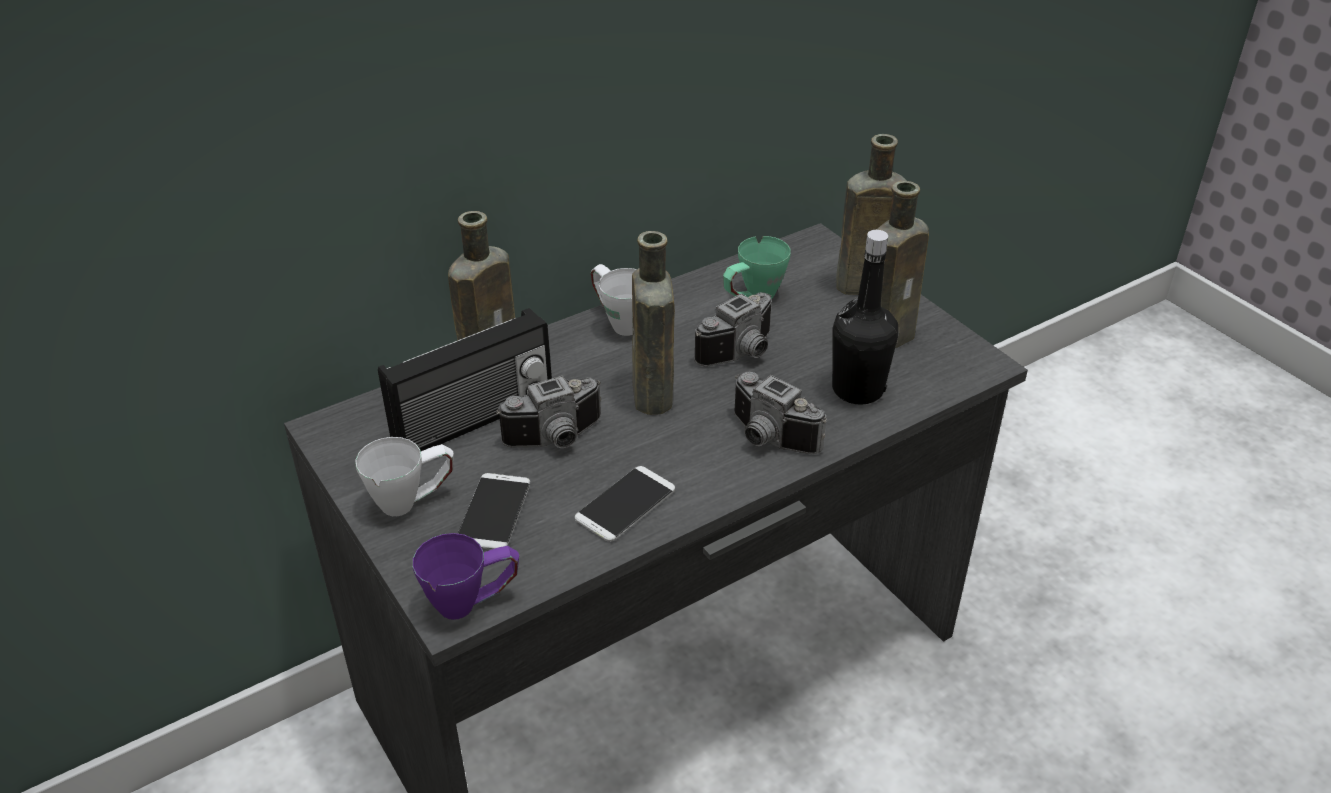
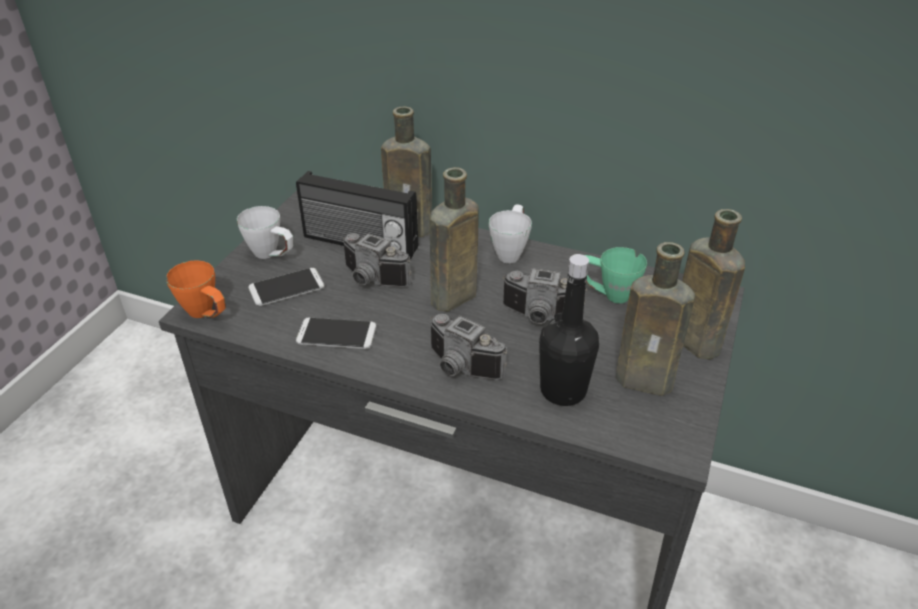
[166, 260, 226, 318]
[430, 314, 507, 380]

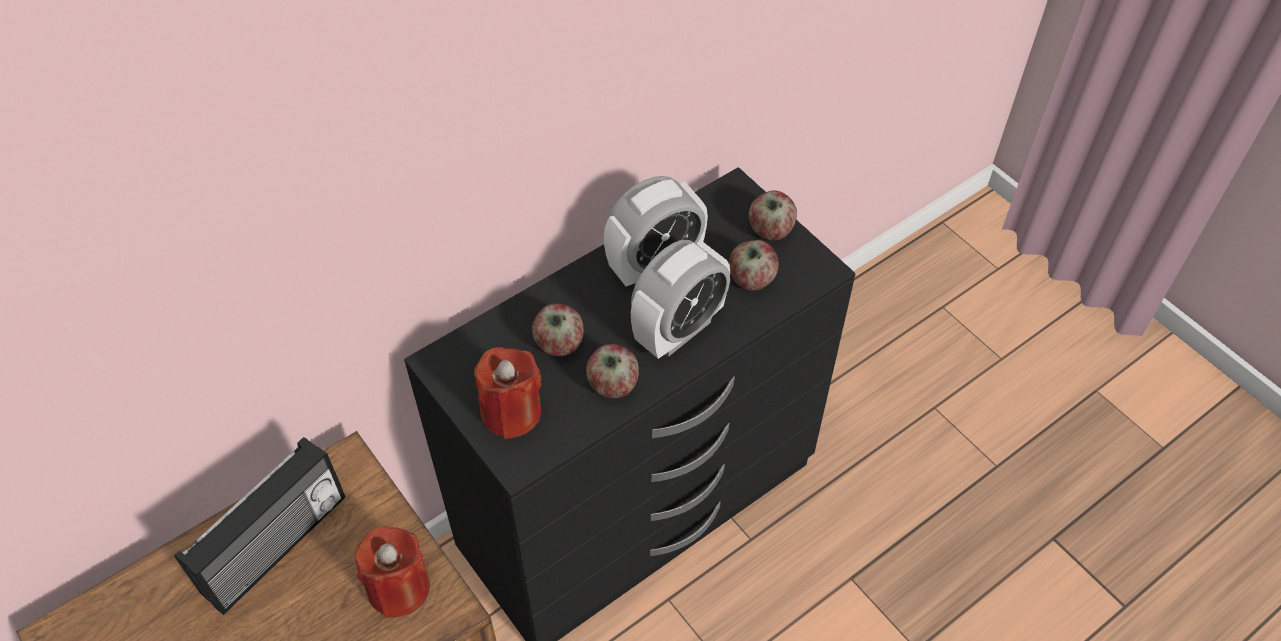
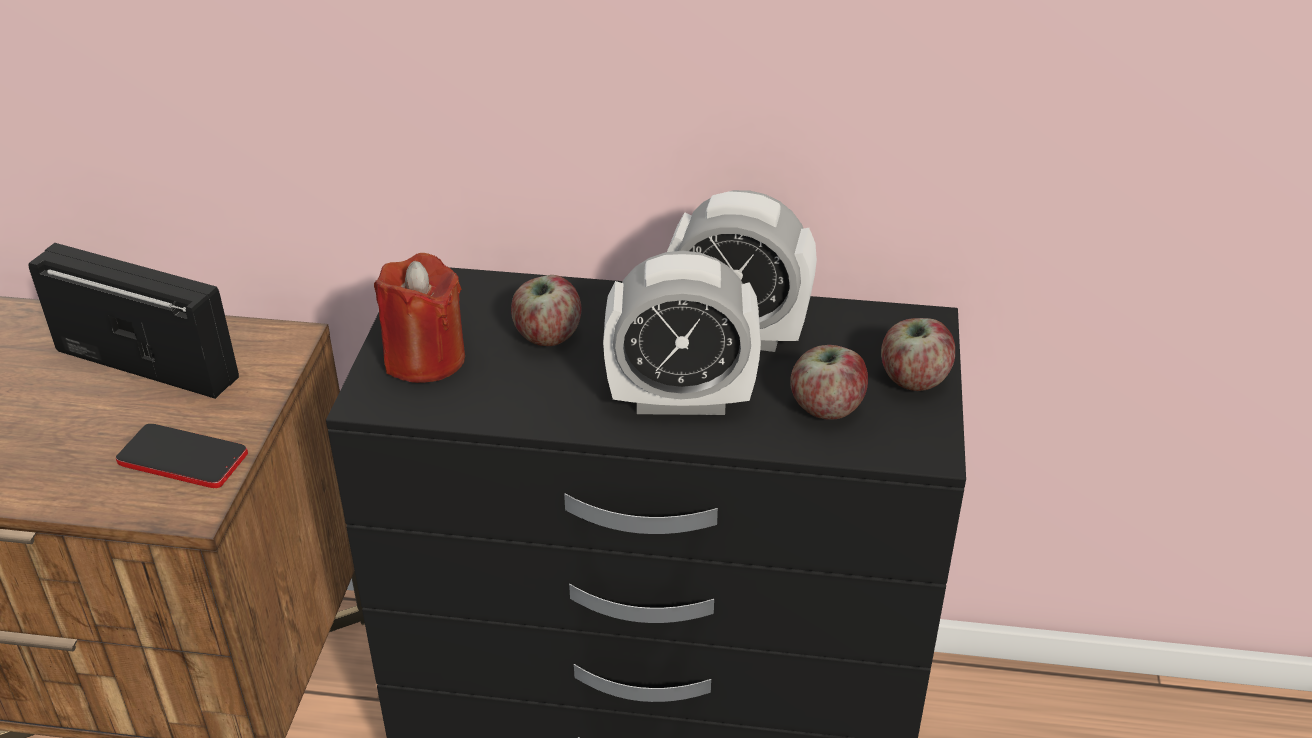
[28, 243, 239, 399]
[116, 424, 248, 488]
[586, 344, 639, 398] (first image)

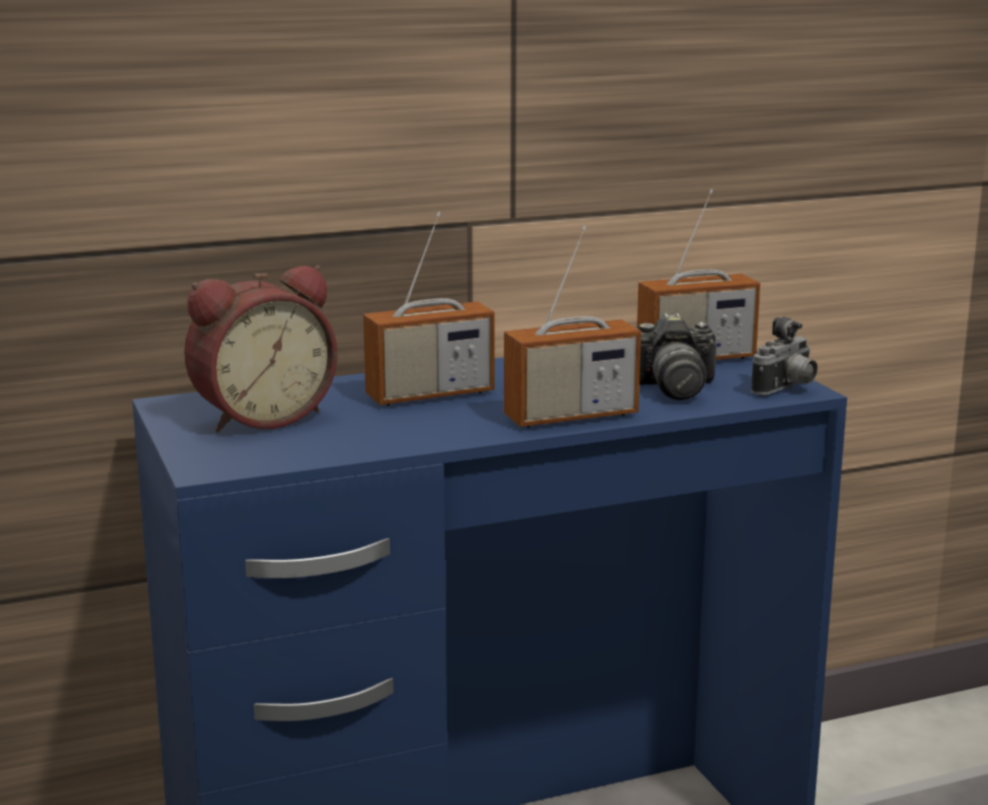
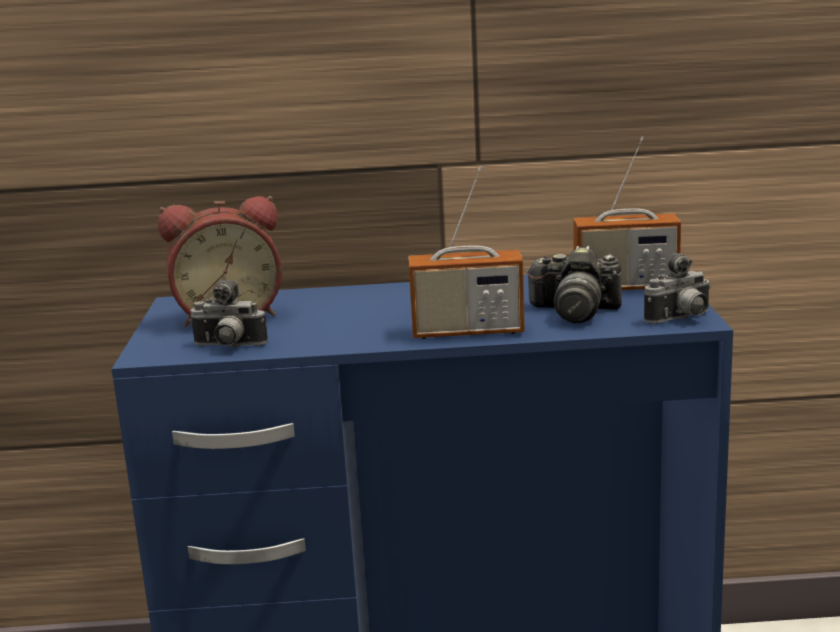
[189, 280, 268, 347]
[363, 211, 494, 406] (first image)

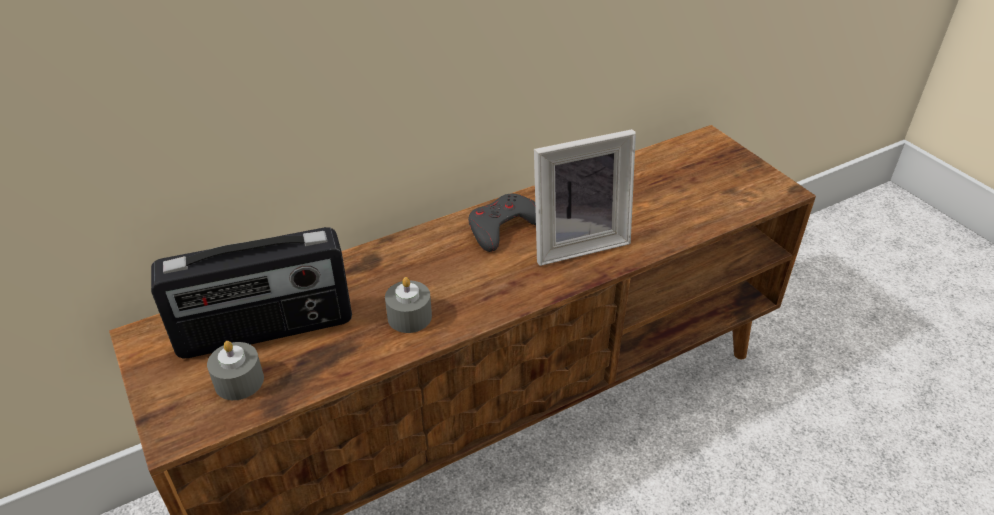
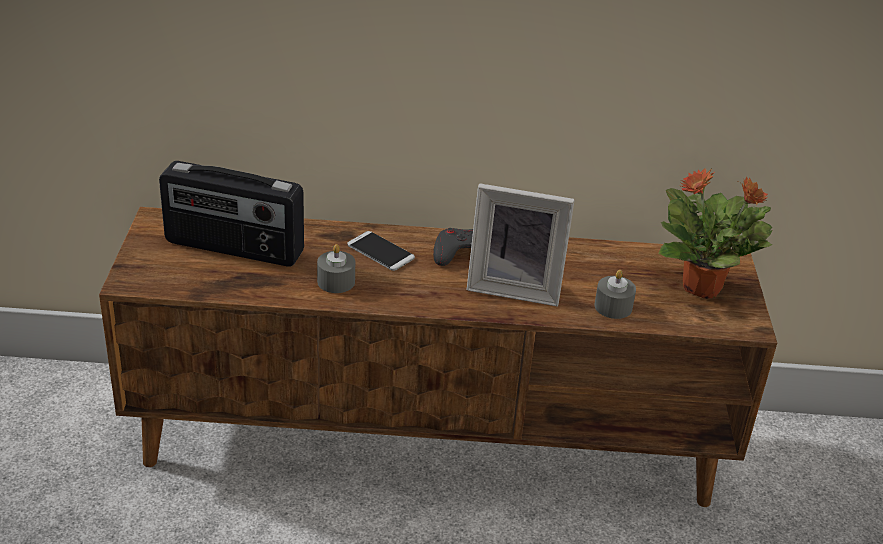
[347, 231, 415, 271]
[594, 270, 636, 319]
[658, 168, 772, 299]

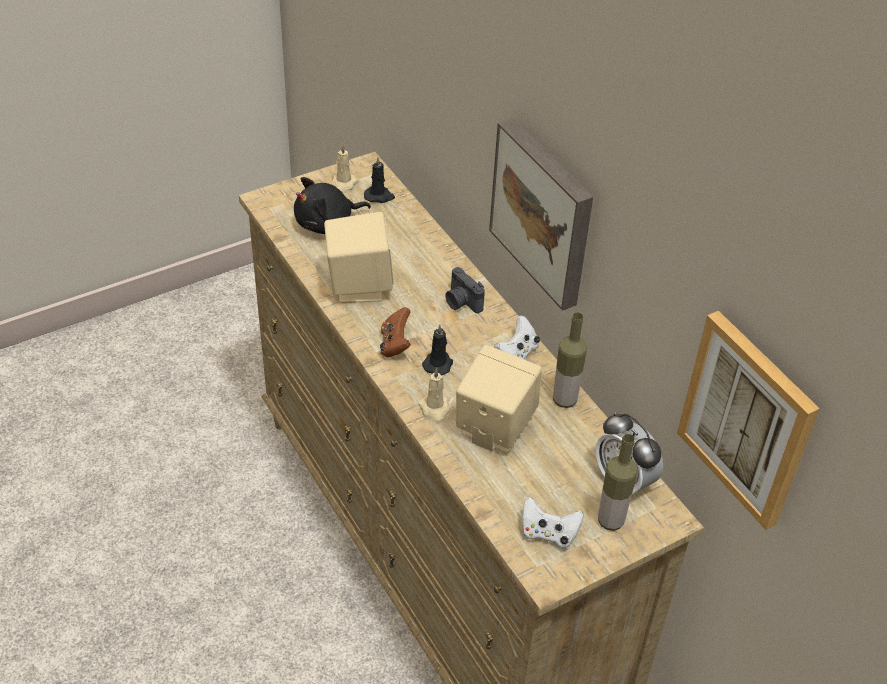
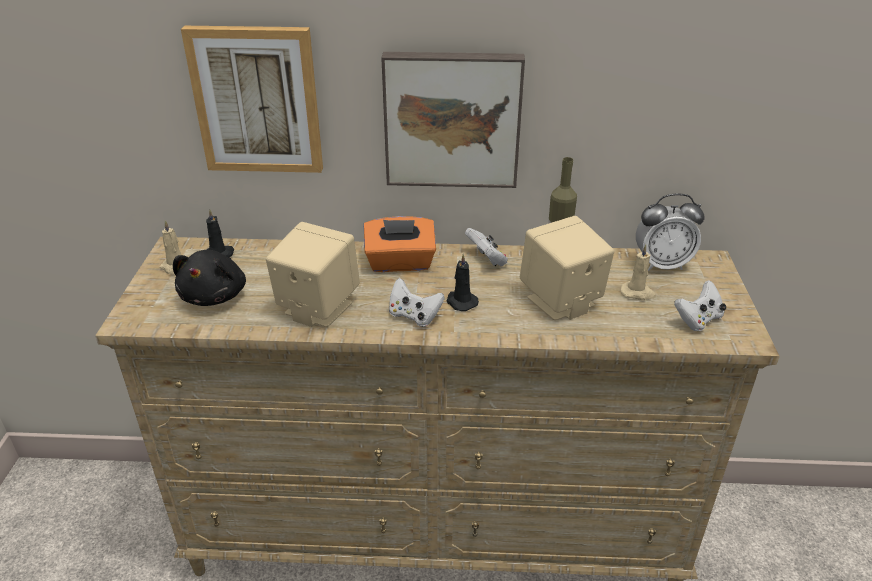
[181, 26, 323, 173]
[364, 216, 436, 272]
[389, 278, 445, 327]
[620, 244, 656, 300]
[598, 434, 637, 531] (first image)

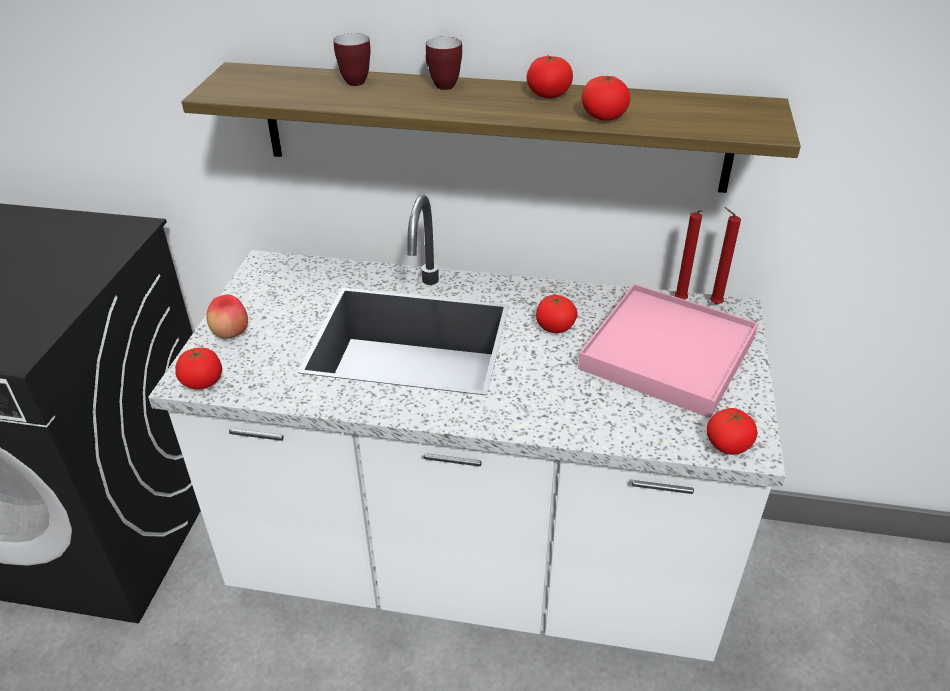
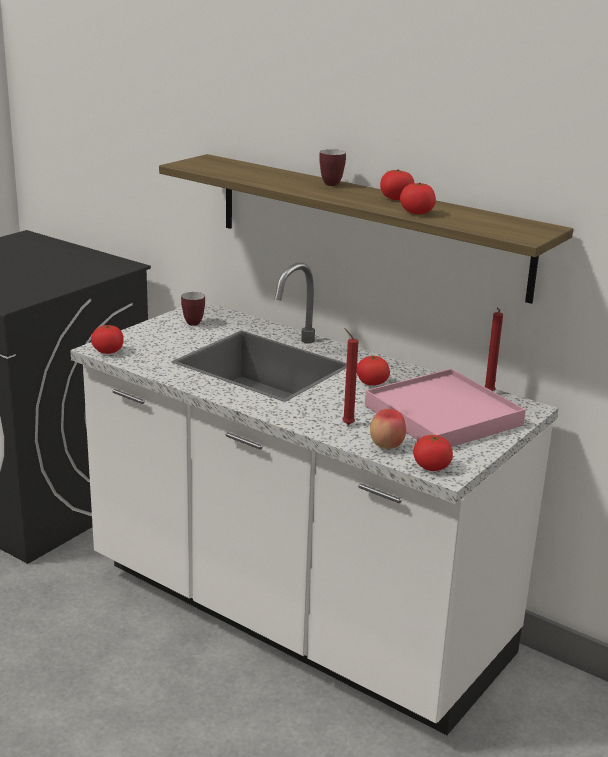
[181, 292, 205, 326]
[342, 328, 359, 425]
[370, 409, 406, 449]

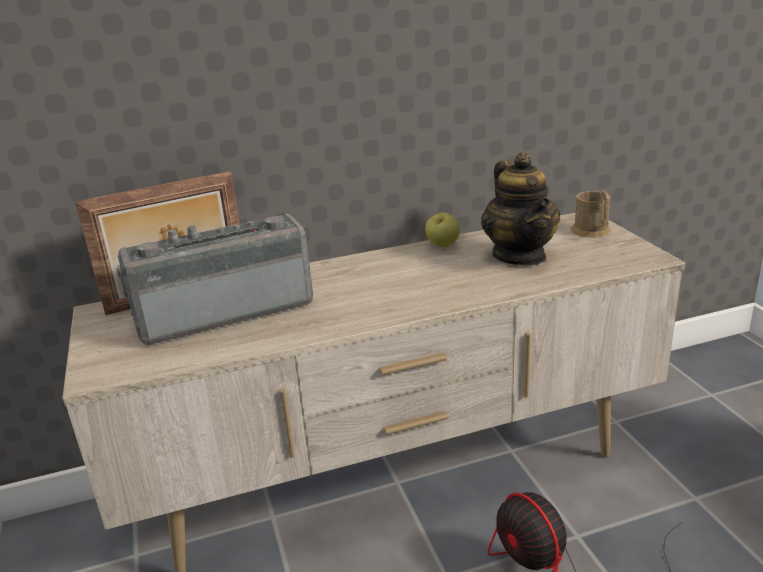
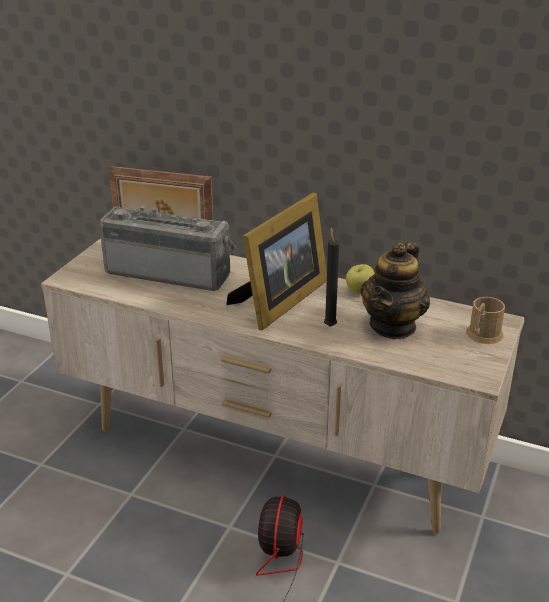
[227, 193, 327, 330]
[324, 227, 339, 327]

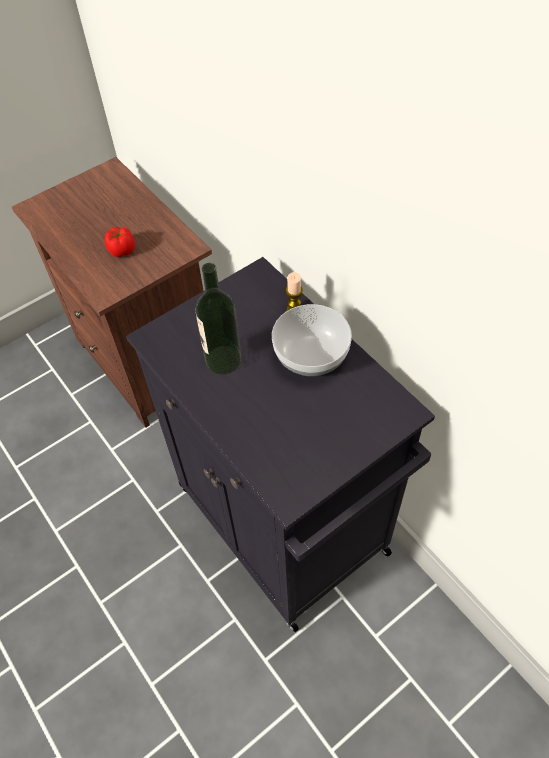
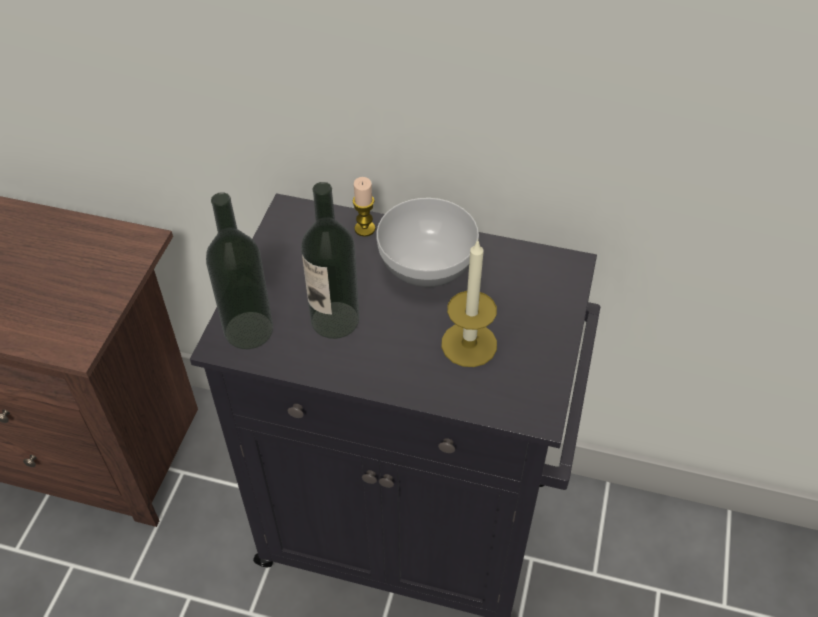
[206, 192, 274, 349]
[441, 240, 497, 367]
[105, 227, 135, 257] (first image)

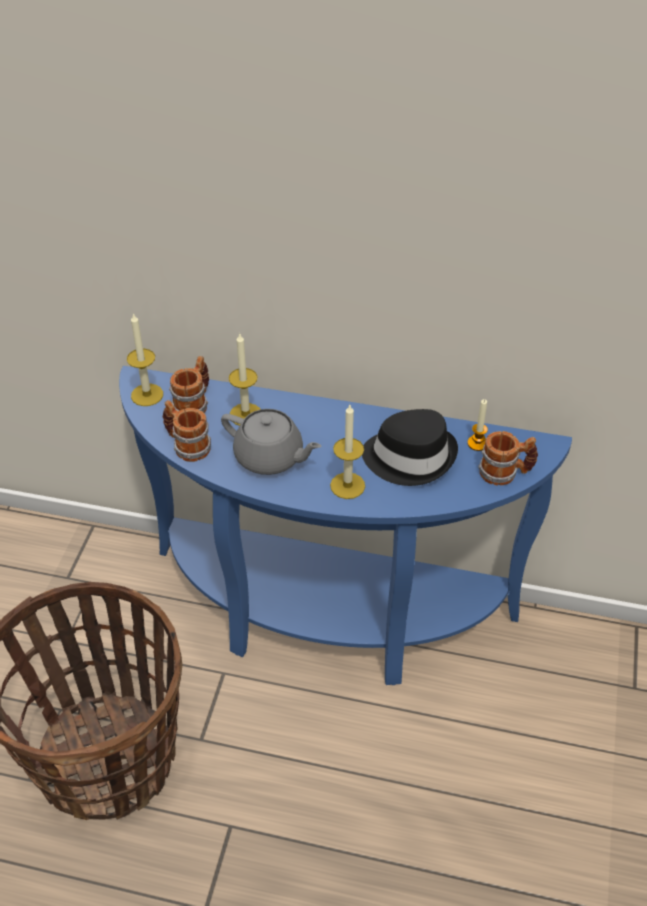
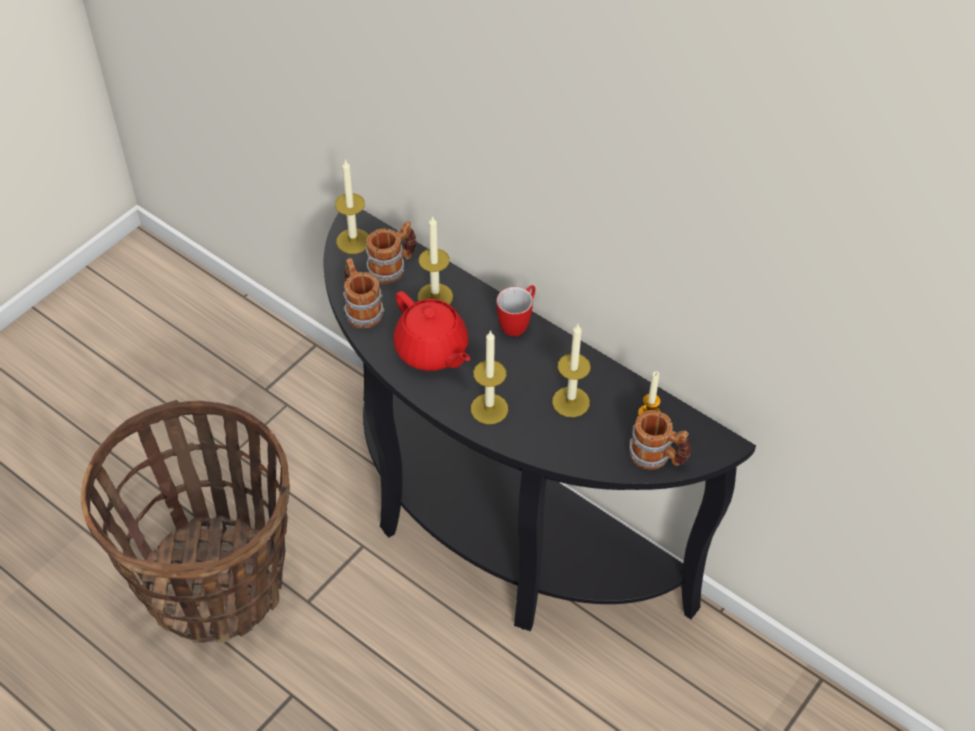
[324, 210, 756, 631]
[393, 291, 470, 371]
[497, 285, 536, 336]
[552, 324, 591, 417]

